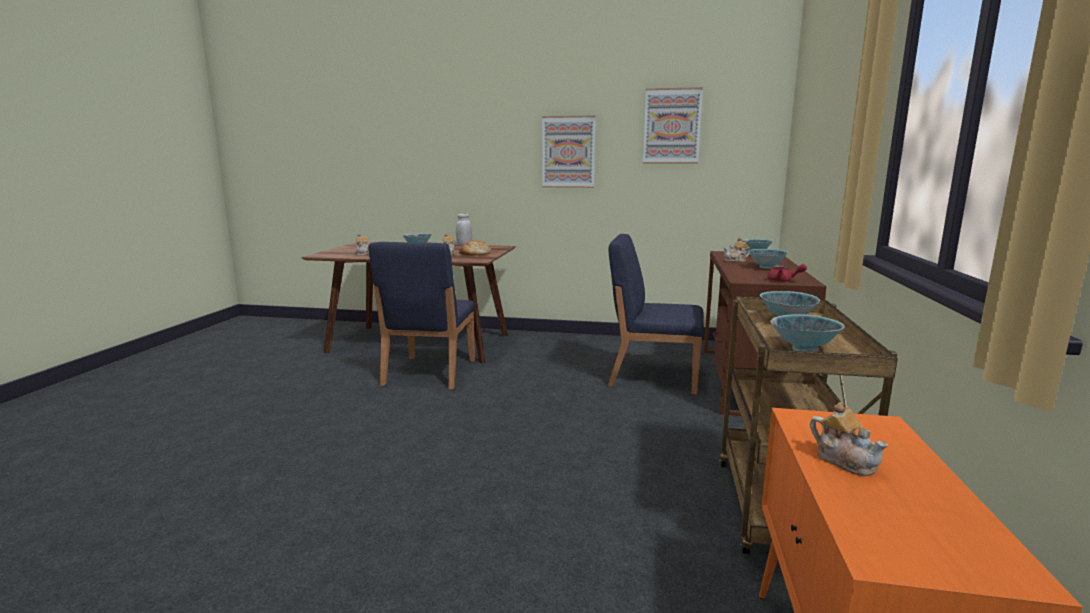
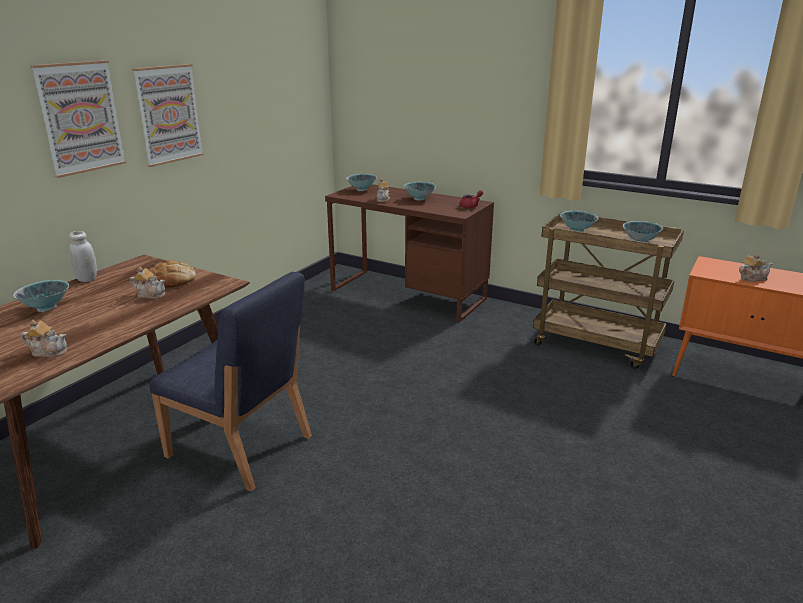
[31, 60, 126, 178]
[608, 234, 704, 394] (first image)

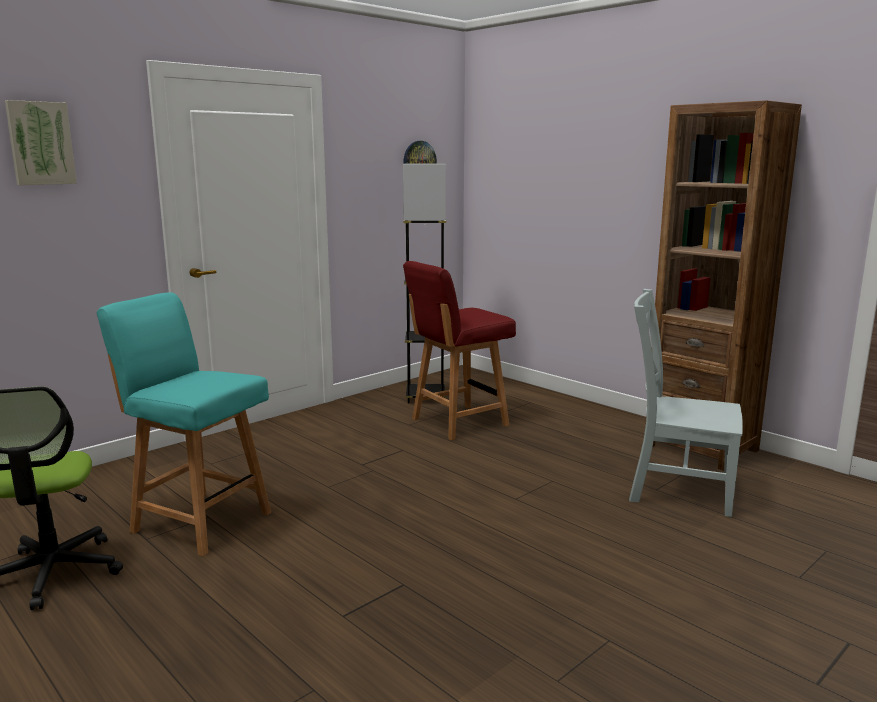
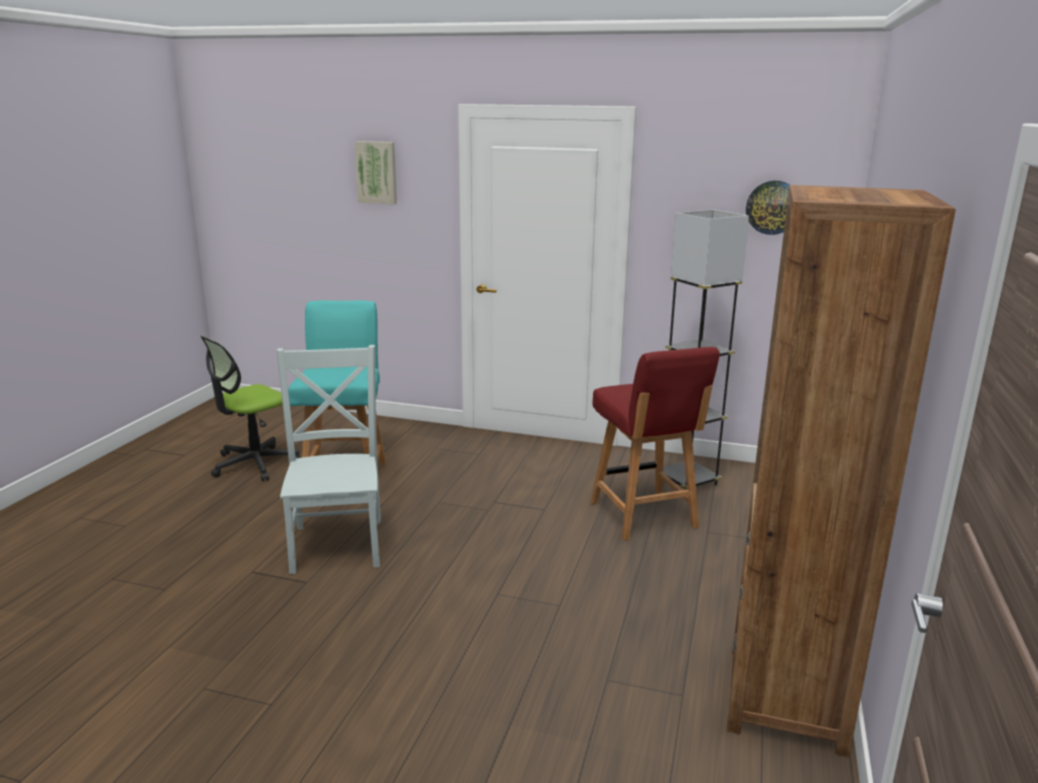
[277, 345, 381, 574]
[590, 347, 720, 540]

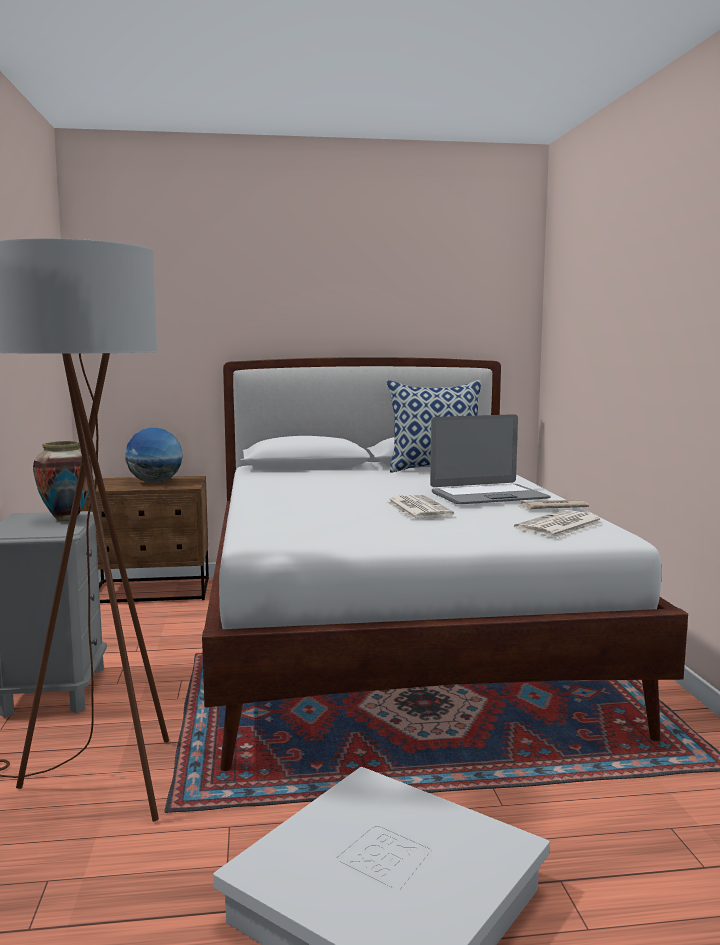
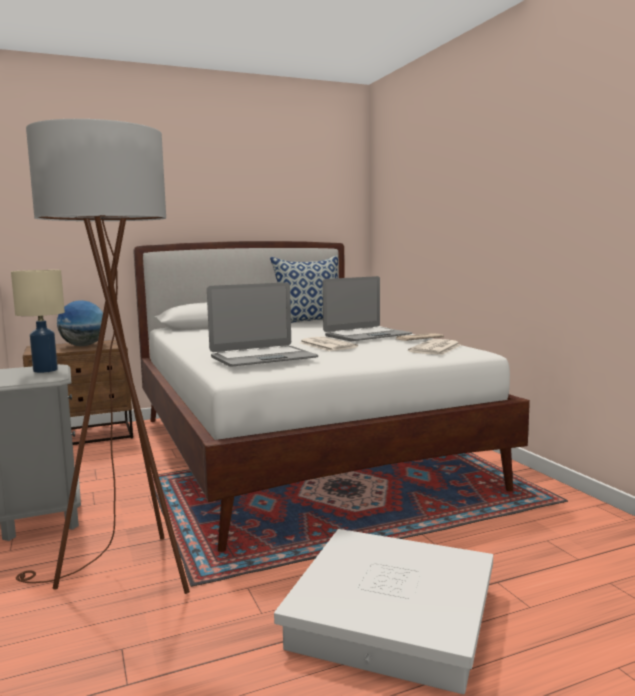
[11, 270, 65, 373]
[207, 282, 318, 367]

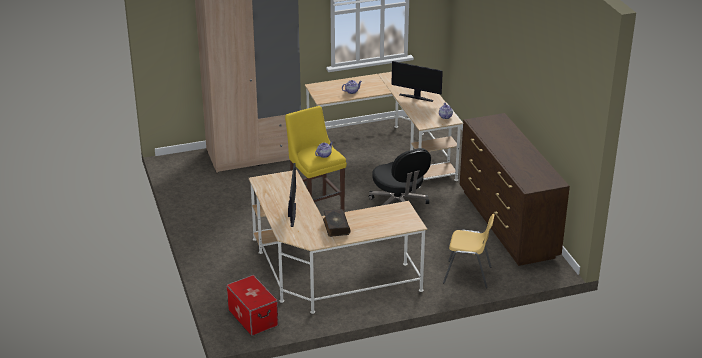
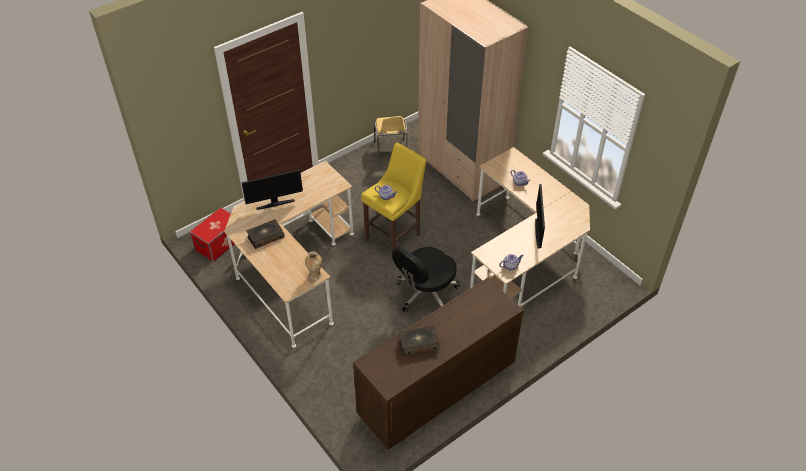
[305, 251, 322, 280]
[374, 116, 408, 165]
[399, 326, 440, 356]

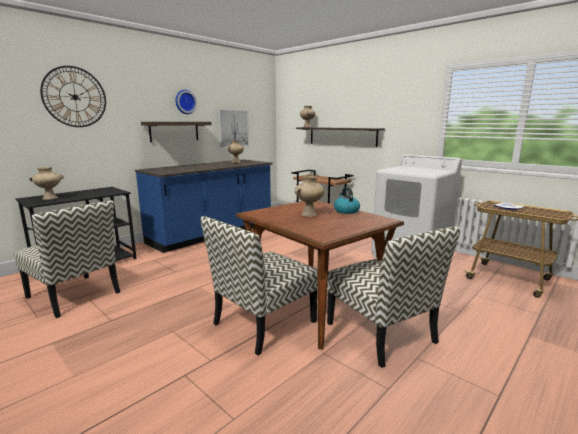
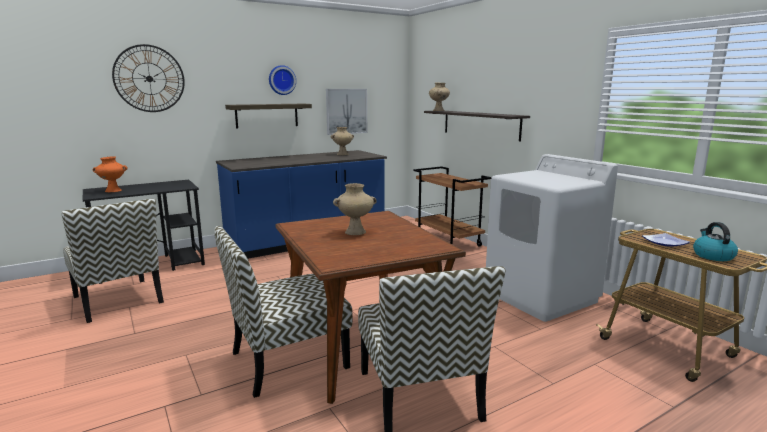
[93, 156, 128, 192]
[693, 222, 738, 261]

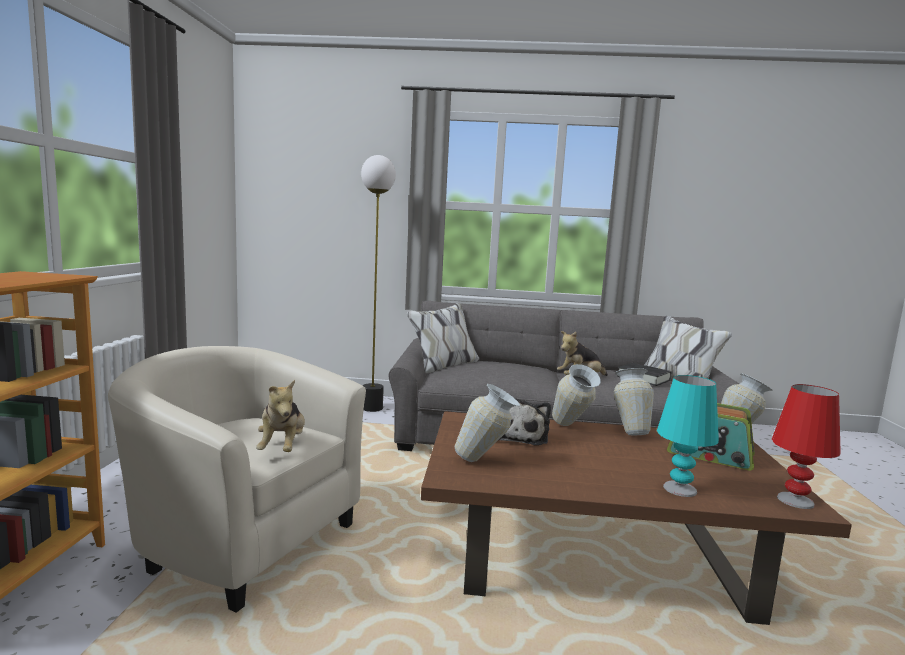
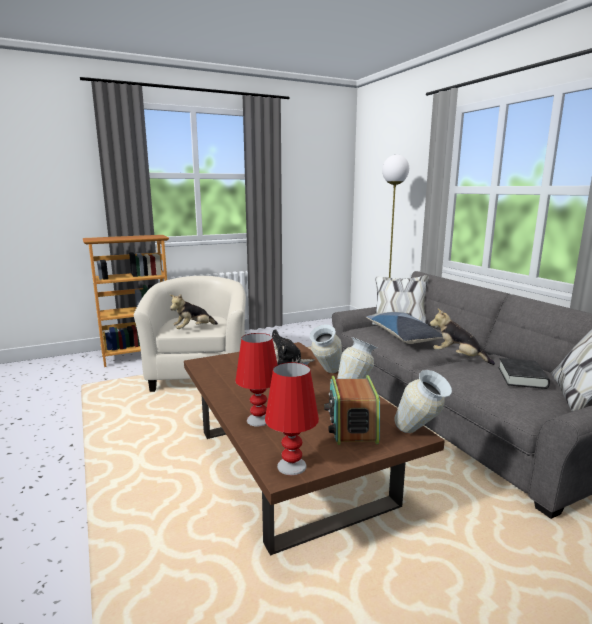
[235, 333, 278, 427]
[366, 312, 444, 344]
[455, 384, 520, 462] (first image)

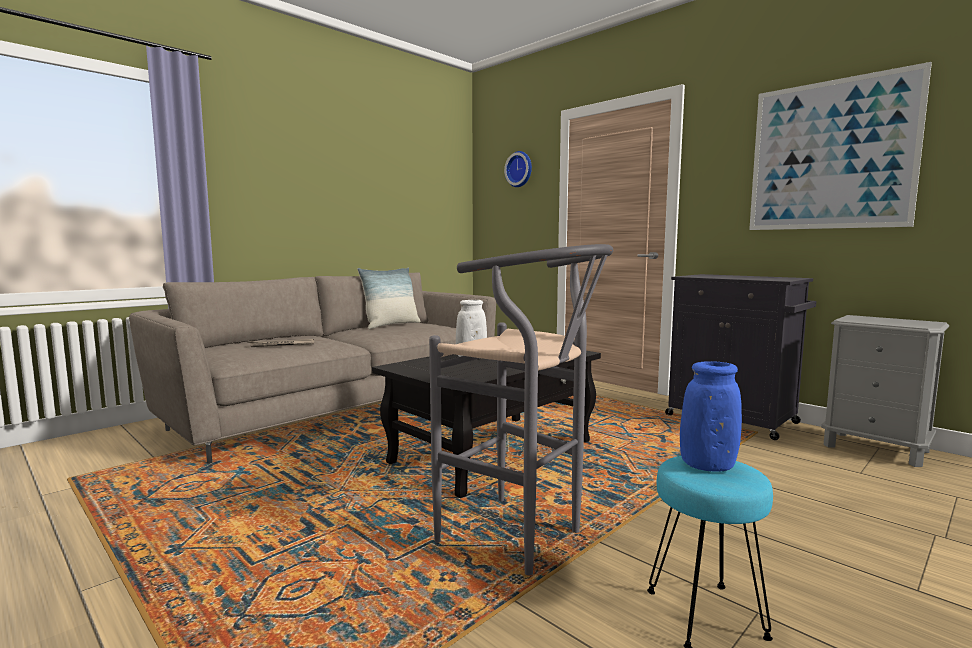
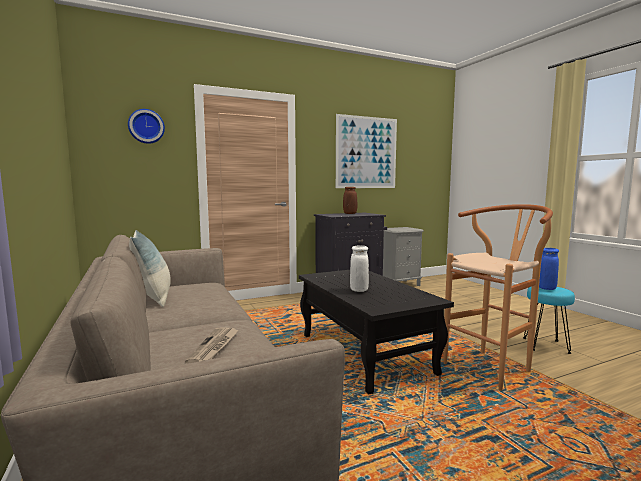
[343, 187, 357, 214]
[443, 204, 553, 391]

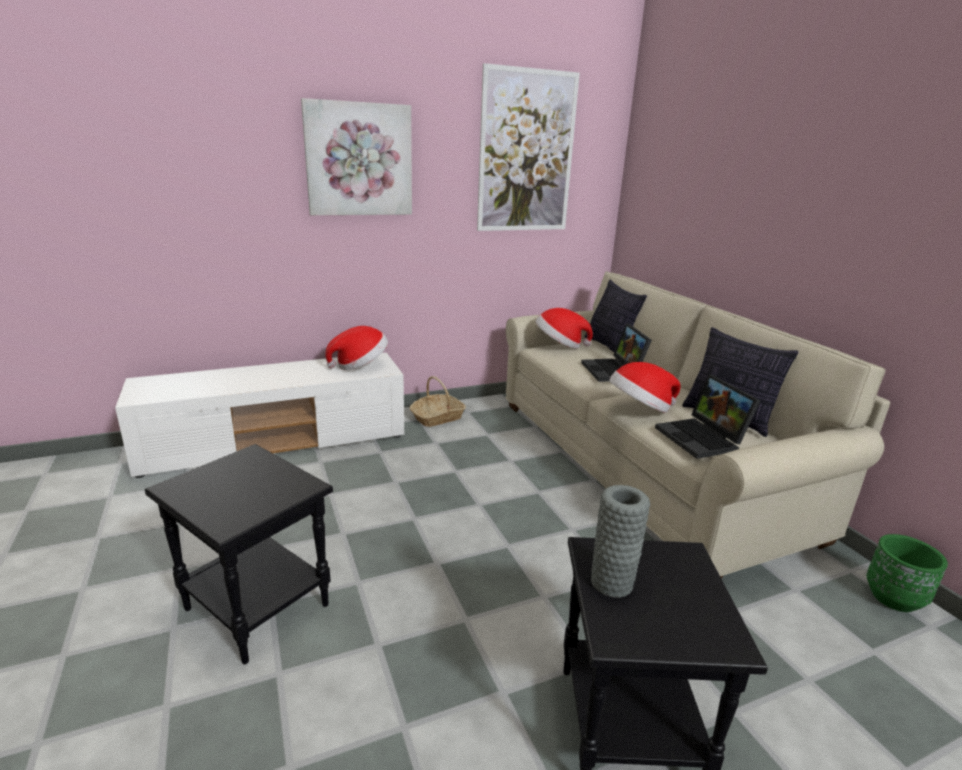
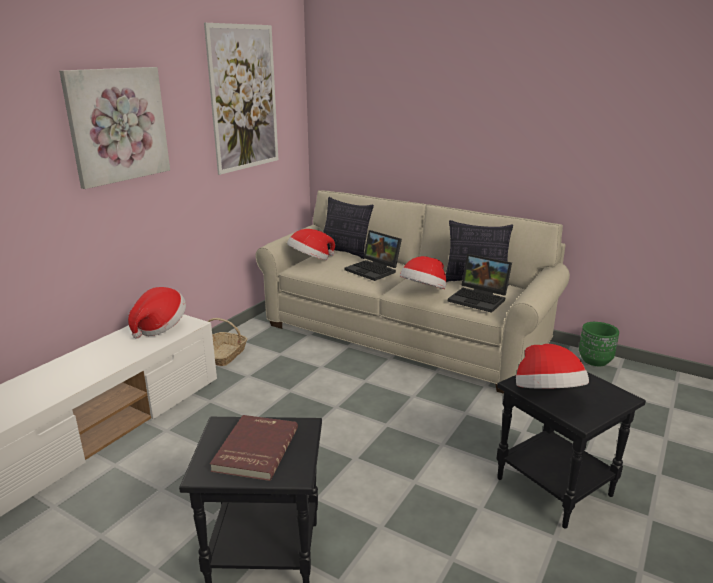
[210, 415, 298, 481]
[516, 344, 589, 389]

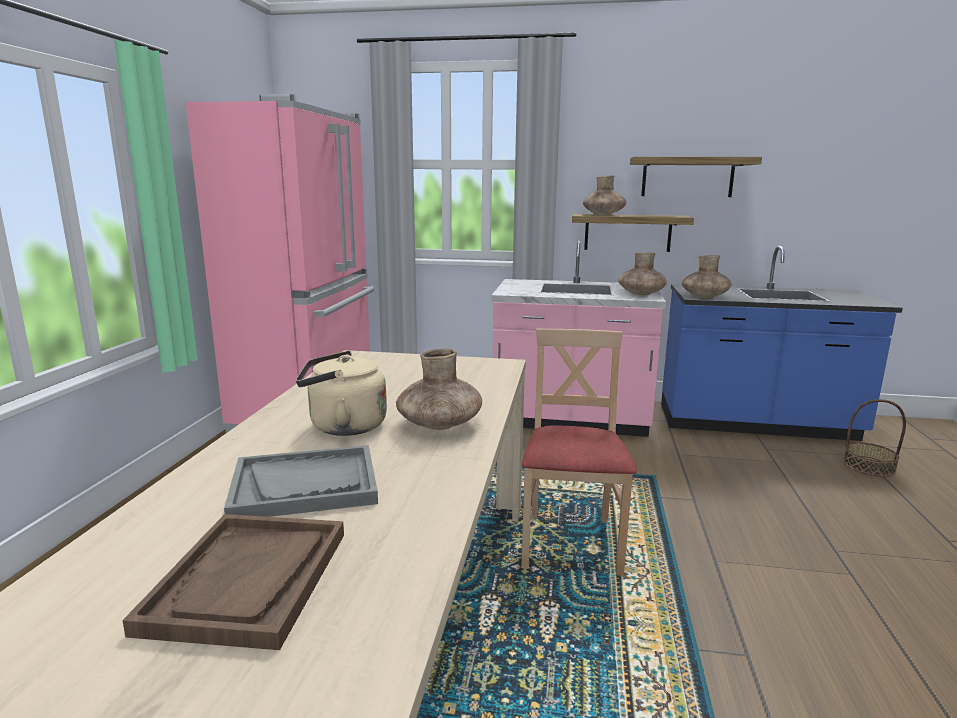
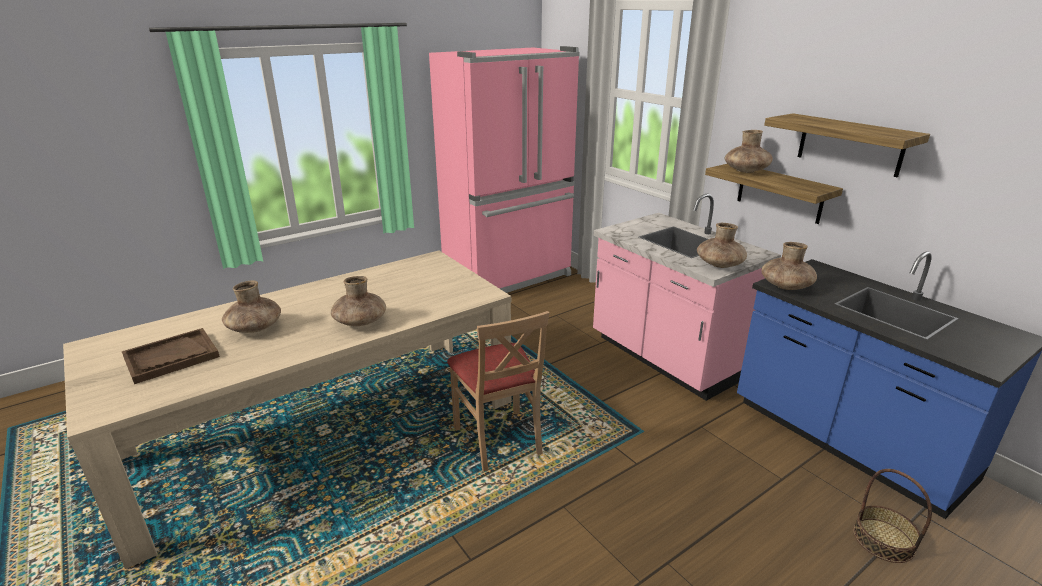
[222, 280, 281, 333]
[447, 311, 549, 472]
[296, 351, 387, 436] (first image)

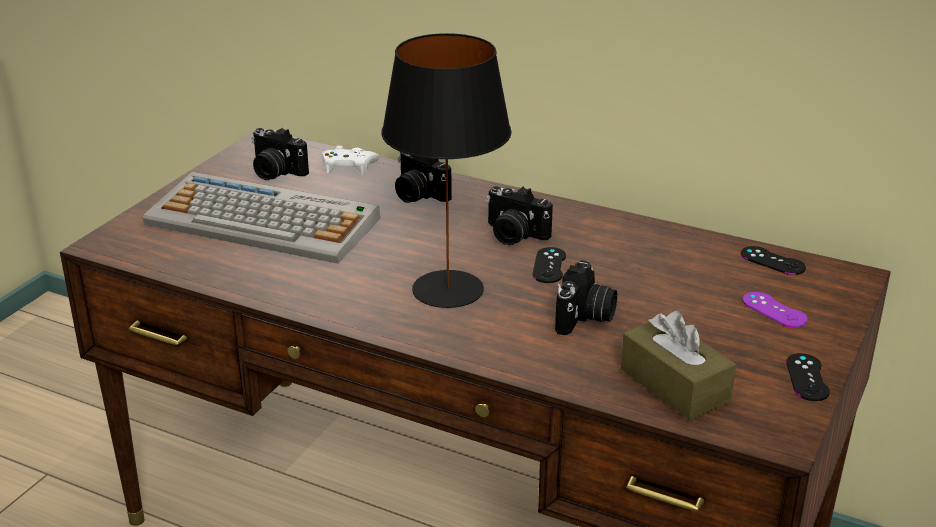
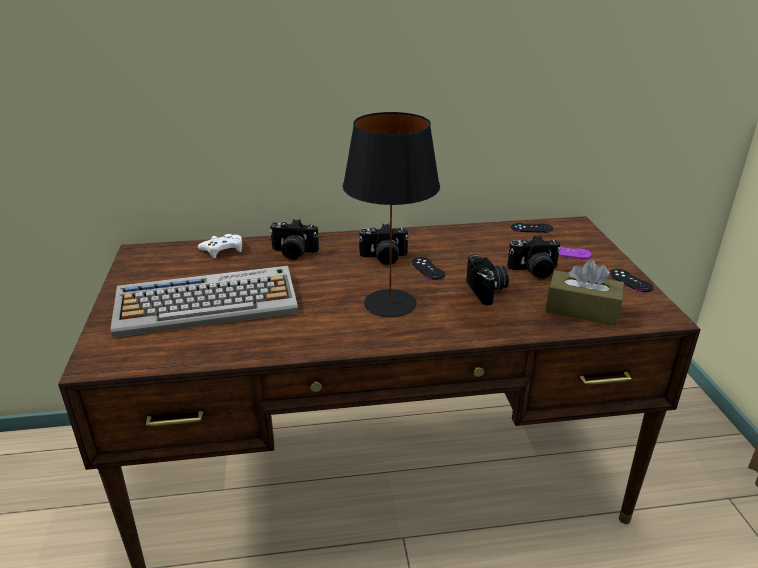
[507, 235, 561, 279]

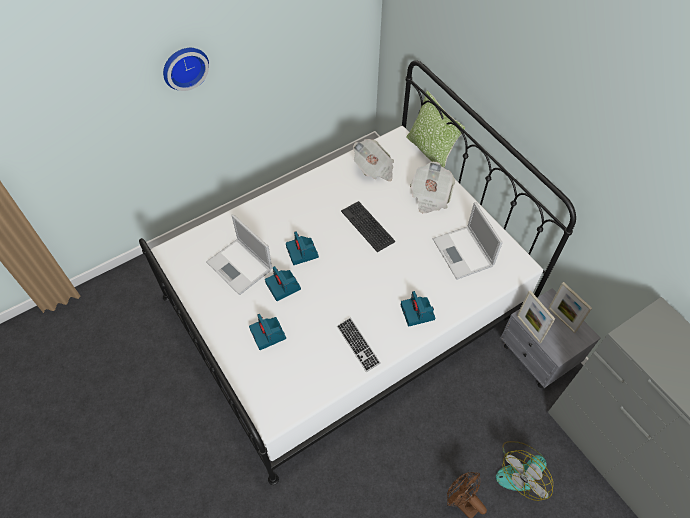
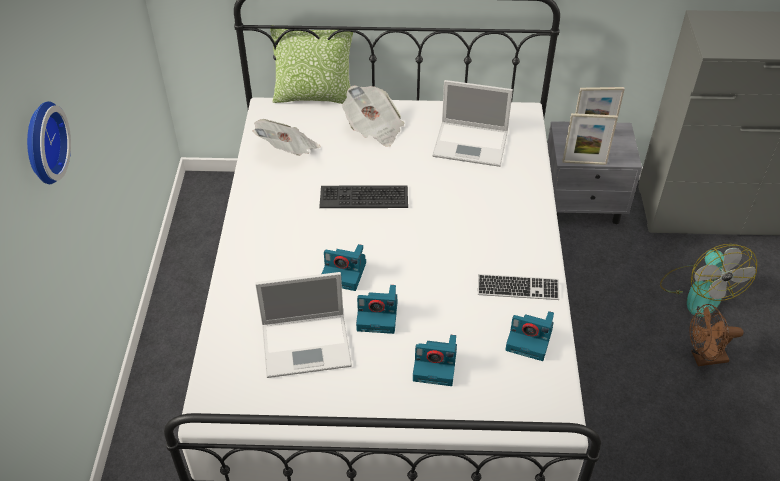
[505, 311, 554, 361]

